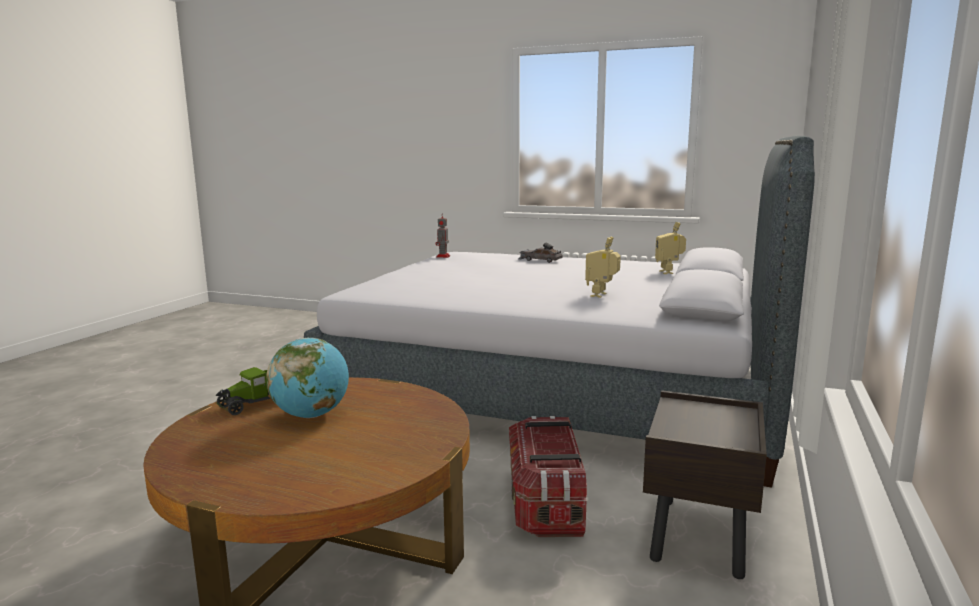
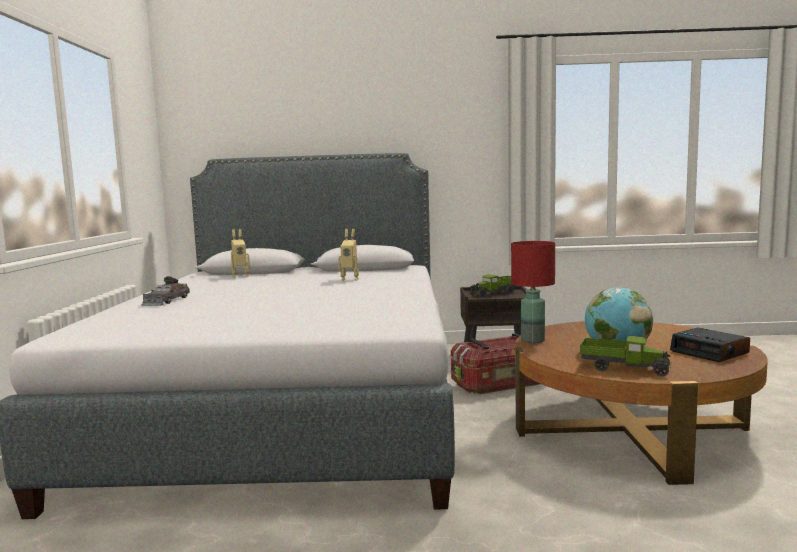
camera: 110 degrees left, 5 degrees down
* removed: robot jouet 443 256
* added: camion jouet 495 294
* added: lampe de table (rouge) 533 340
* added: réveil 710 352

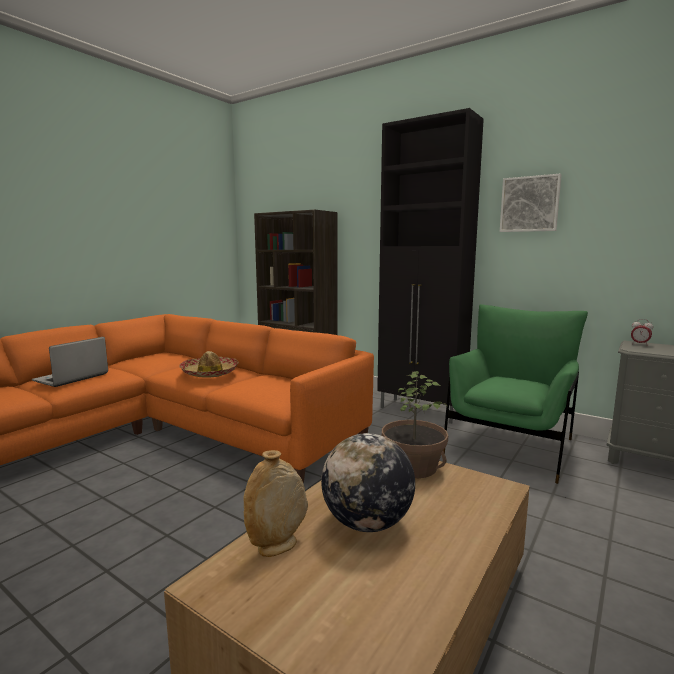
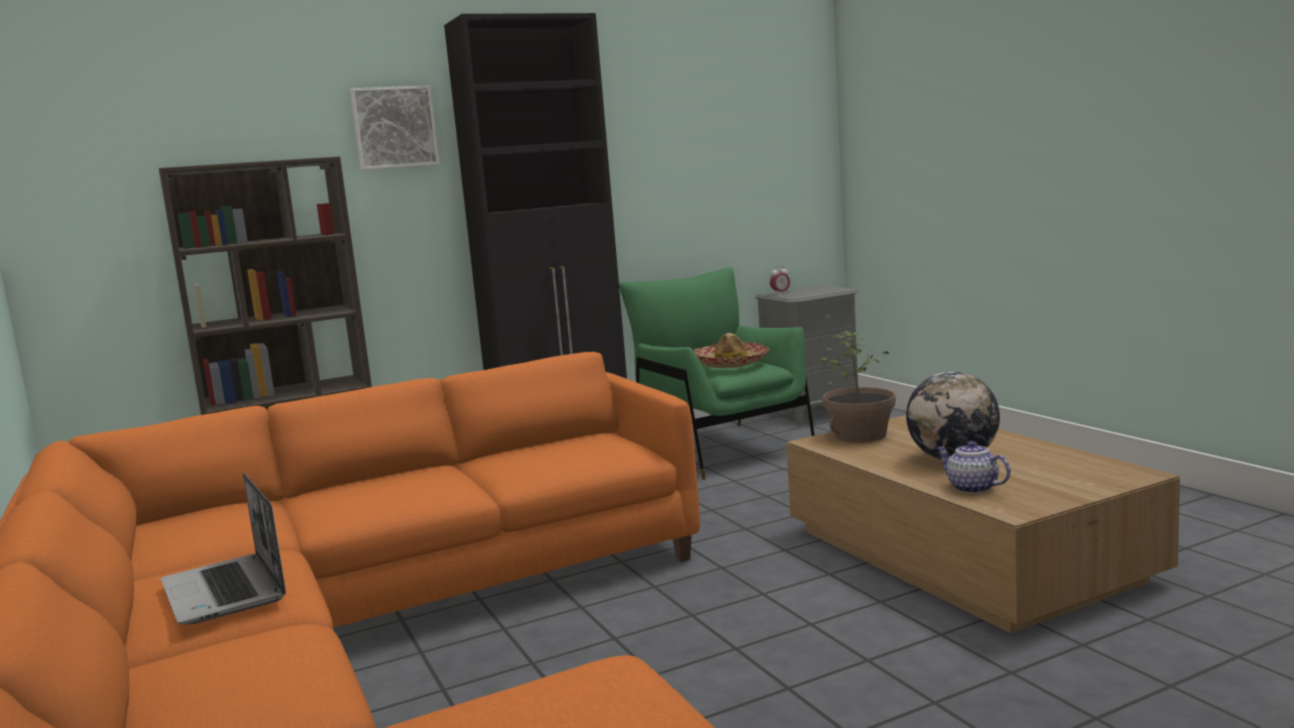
camera: 60 degrees left, 0 degrees up
* moved: chapeau 210 373 to 730 363
* replaced: vase (beige) 277 546 to théière 971 488
* moved: tableau 530 204 to 394 128

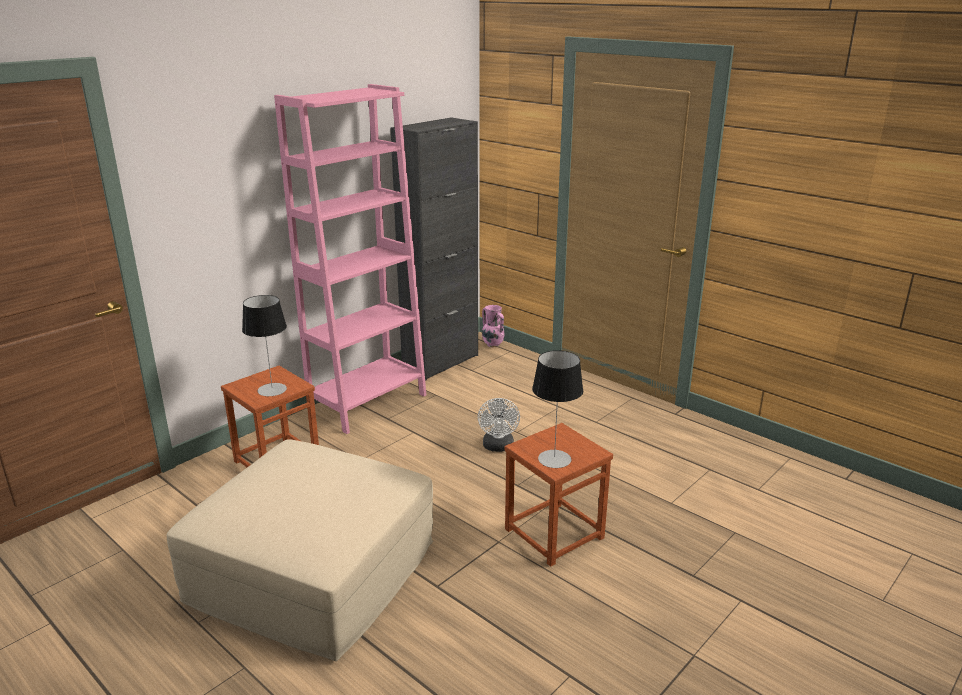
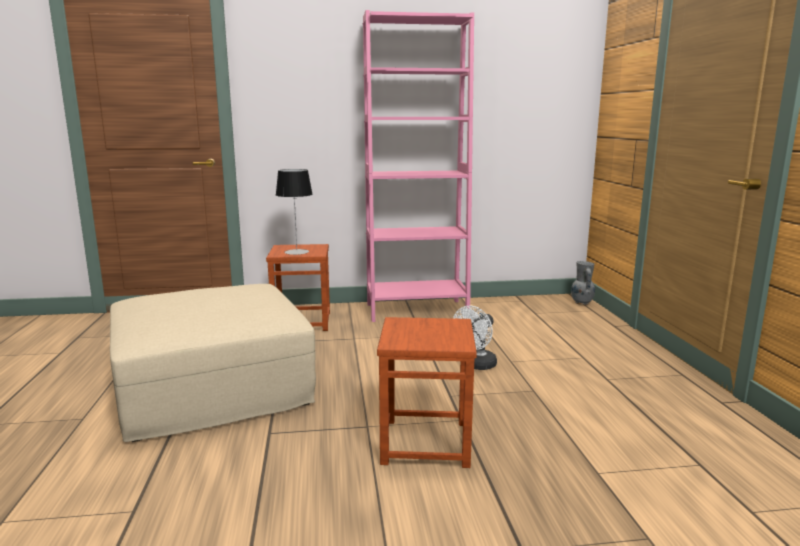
camera: 40 degrees right, 10 degrees down
* removed: meuble de rangement (noir) 440 362
* recoloured: vase (rose) 493 344 to vase (gris) 581 303
* removed: lampe de table 554 459

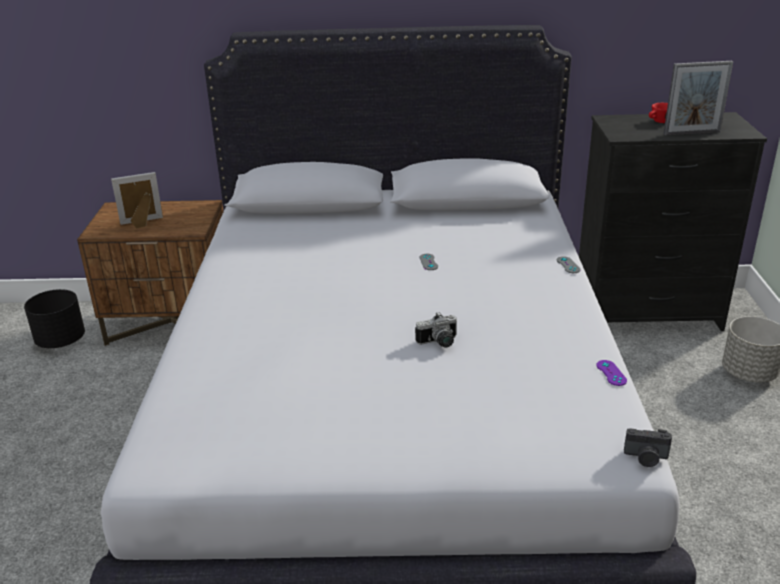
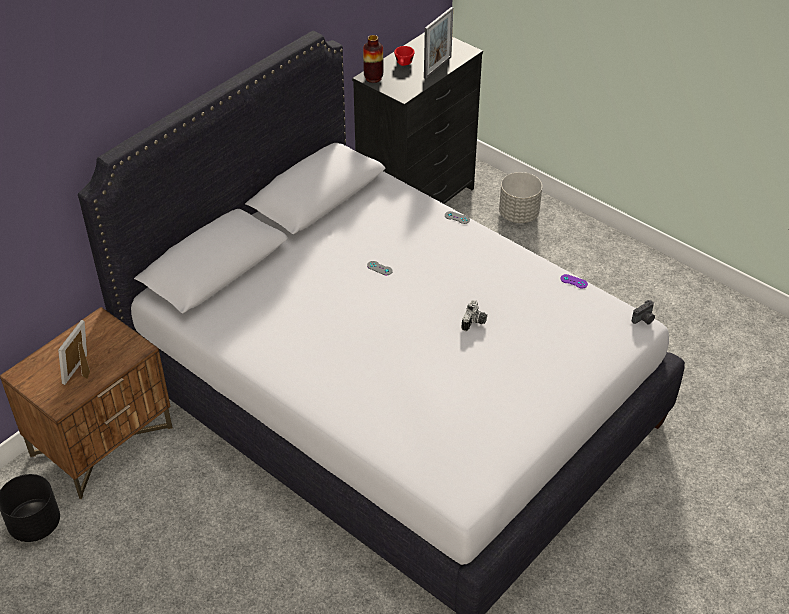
camera: 50 degrees left, 15 degrees up
* added: vase 373 78

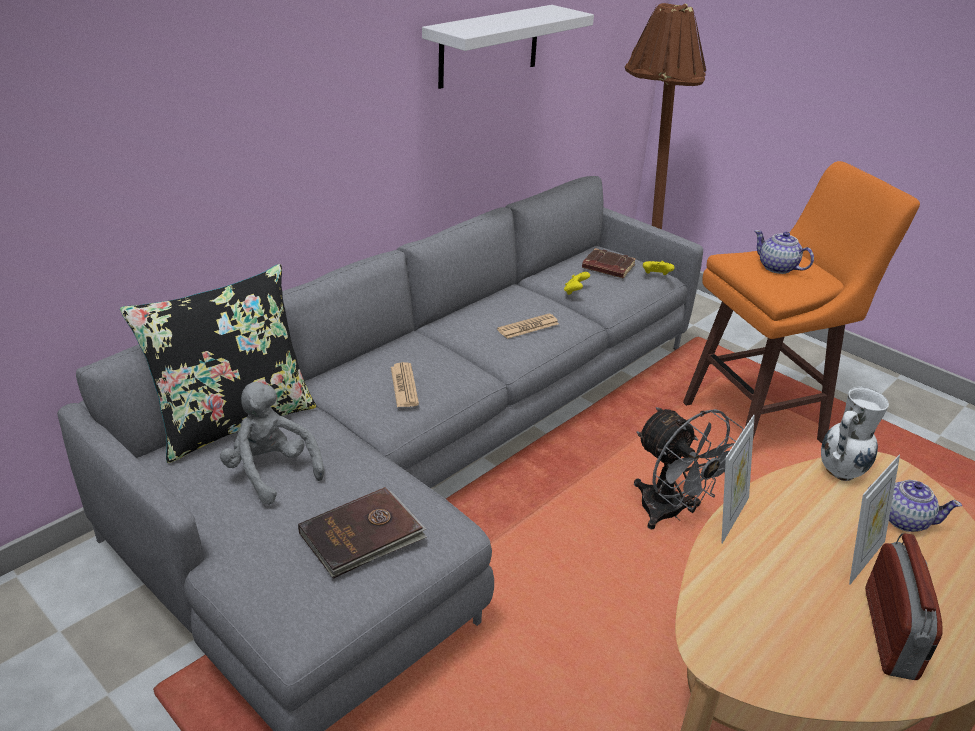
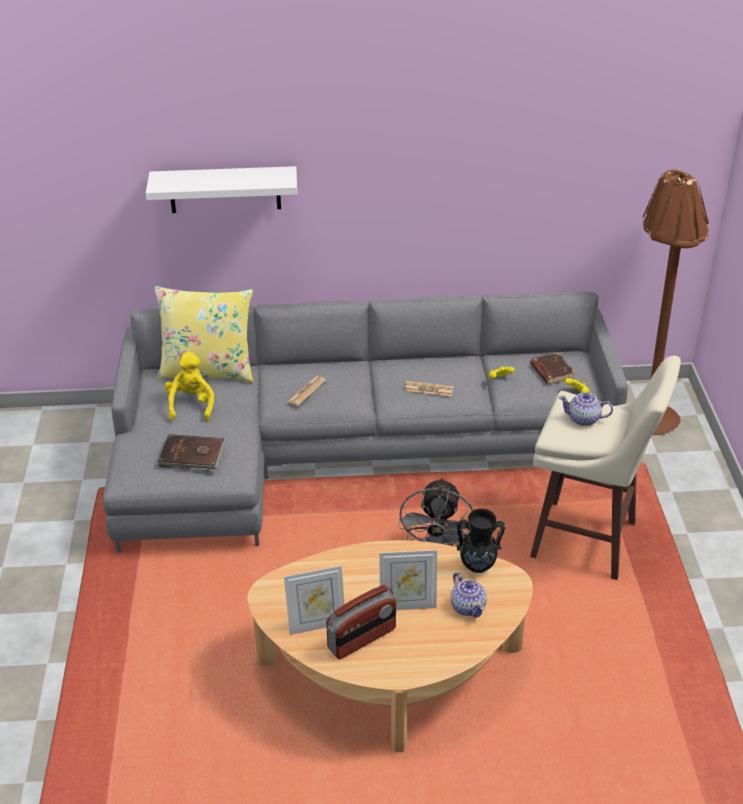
camera: 45 degrees right, 5 degrees up
* recoloured: coussin (noir) 233 420 to coussin (jaune) 208 370
* recoloured: peluche (gris) 270 472 to peluche (jaune) 191 405
* moved: étagère (blanc) 489 46 to 225 189
* recoloured: tabouret (orange) 757 422 to tabouret (beige) 587 541
* moved: cadre photo 727 516 to 316 624
* turned: théière 777 268 = 584 419 75 degrees counterclockwise
* recoloured: vase (blanc) 841 472 to vase (noir) 478 566

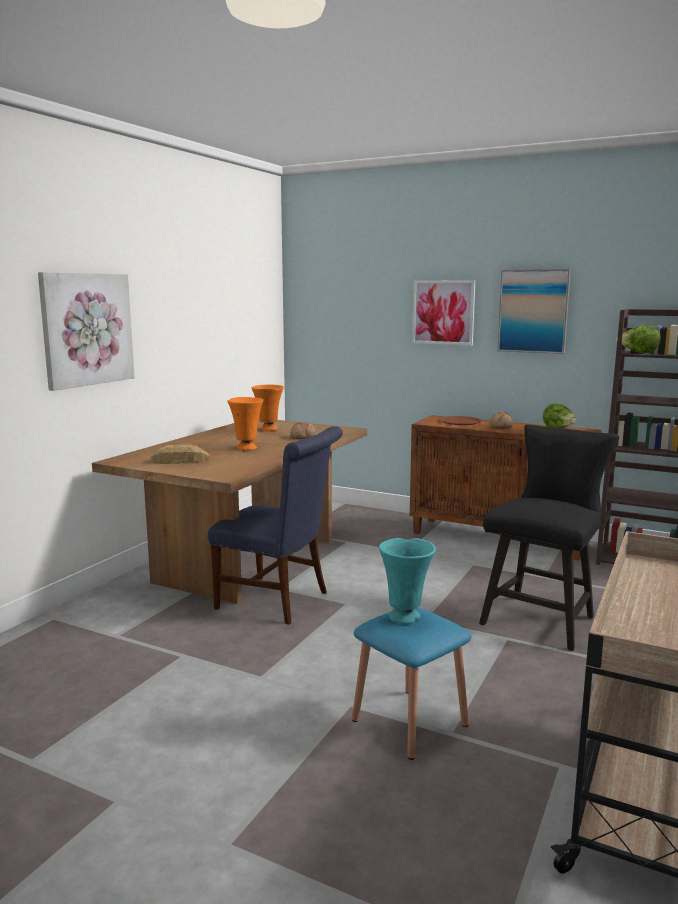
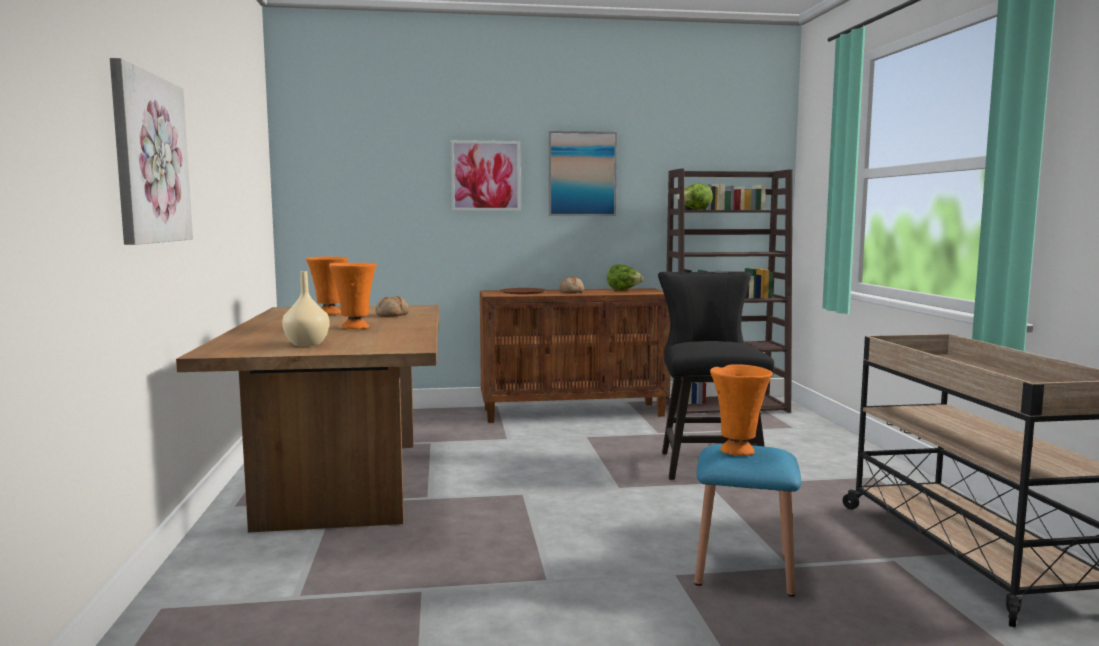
camera: 35 degrees left, 5 degrees down
* replaced: pain 180 461 to vase (beige) 307 344
* removed: chaise (bleu) 279 601
* recoloured: vase (turquoise) 406 617 to vase (orange) 738 450

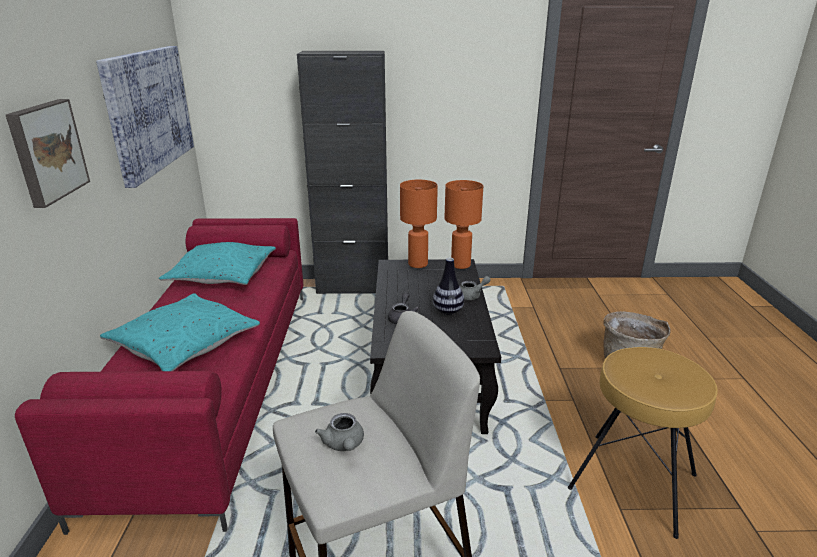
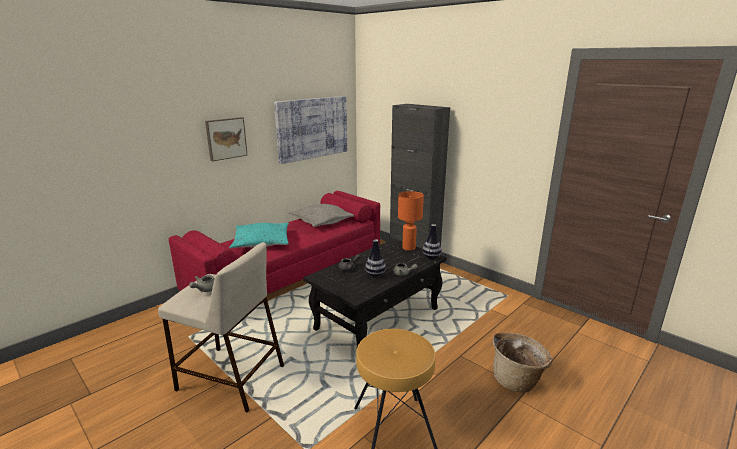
camera: 45 degrees right, 5 degrees down
* recoloured: coussin (turquoise) 223 274 to coussin (gris) 322 221
* replaced: lampe de table (orange) 461 265 to vase 431 257

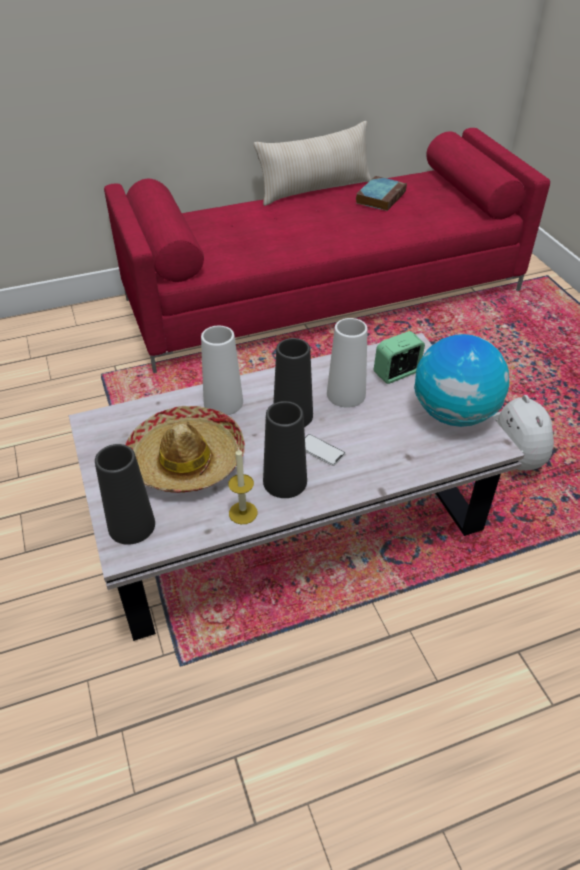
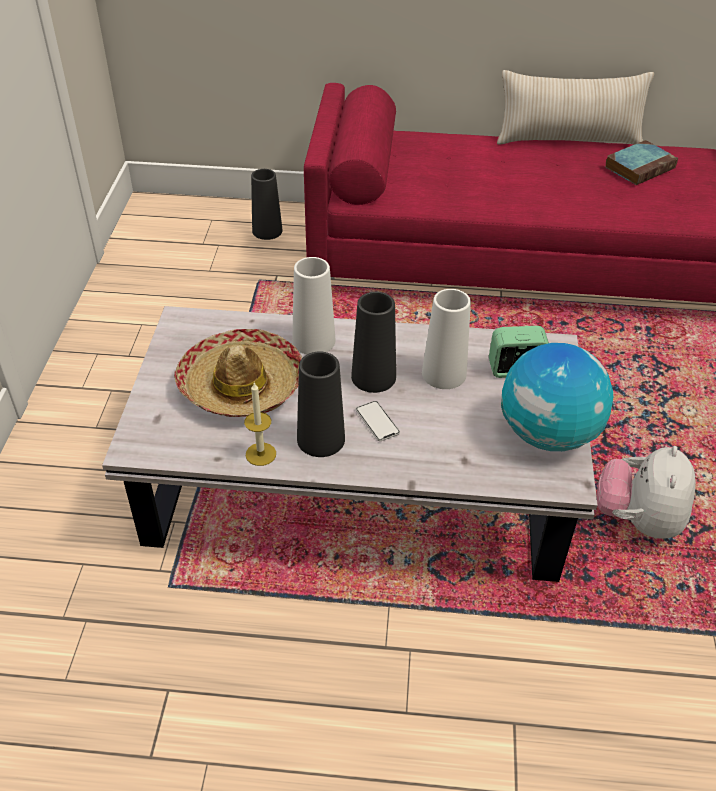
camera: 25 degrees right, 0 degrees up
* moved: vase (noir) 131 525 to 267 231

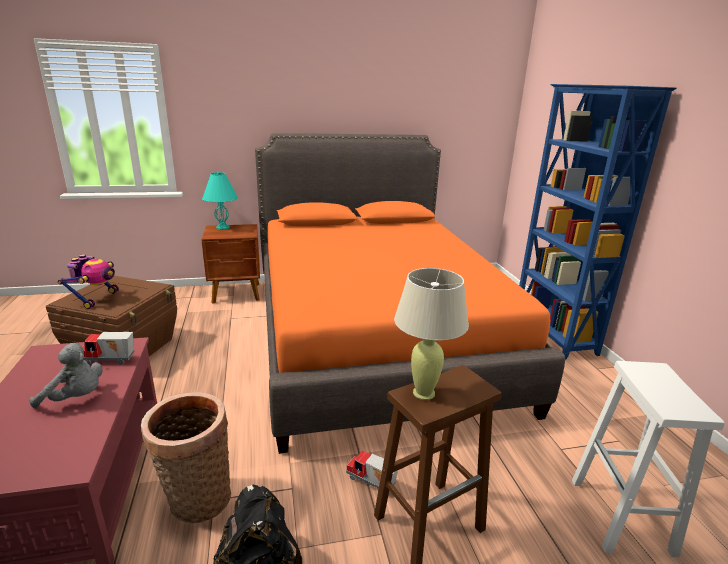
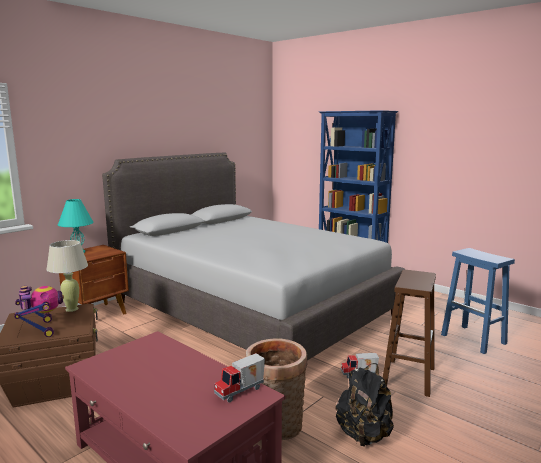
camera: 35 degrees left, 10 degrees down
* removed: peluche (gris) 76 398
* moved: camion jouet 108 361 to 241 392
* recoloured: lit (orange) 374 336 to lit (gris) 252 308
* moved: lampe de table (beige) 424 393 to 72 309
* recoloured: tabouret (blanc) 622 517 to tabouret (bleu) 474 339

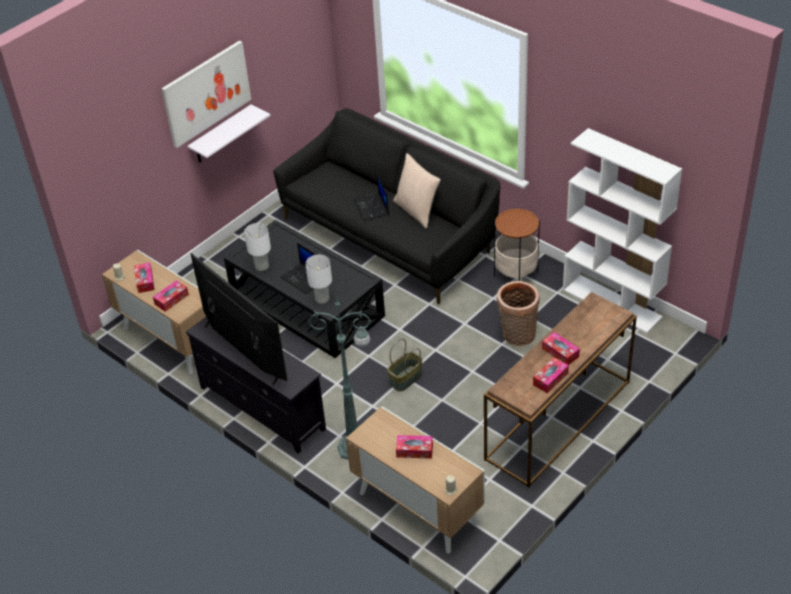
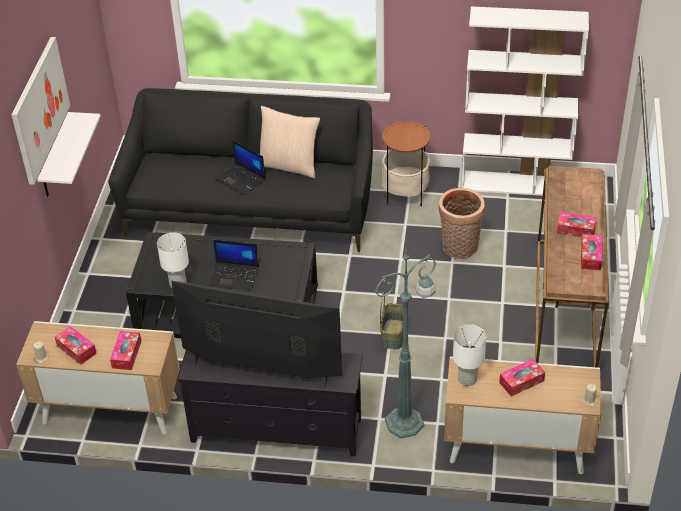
camera: 35 degrees left, 0 degrees up
* moved: lampe de table (blanc) 322 298 to 468 379

